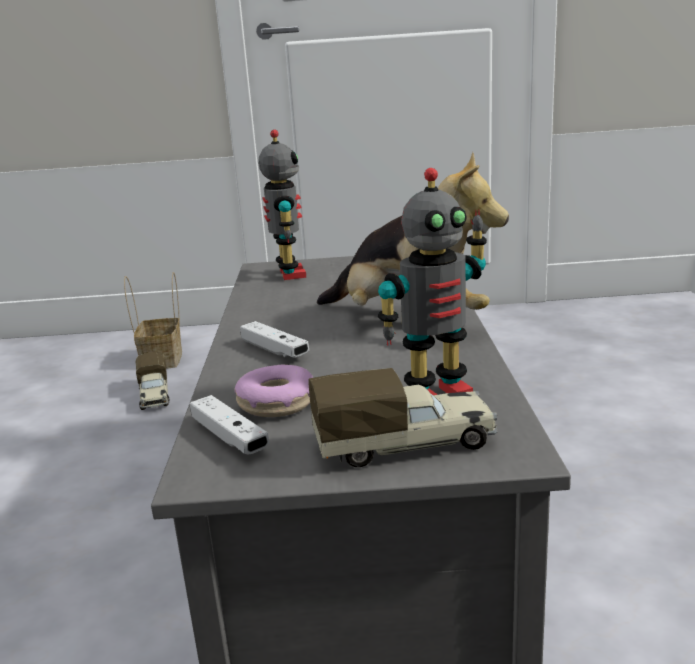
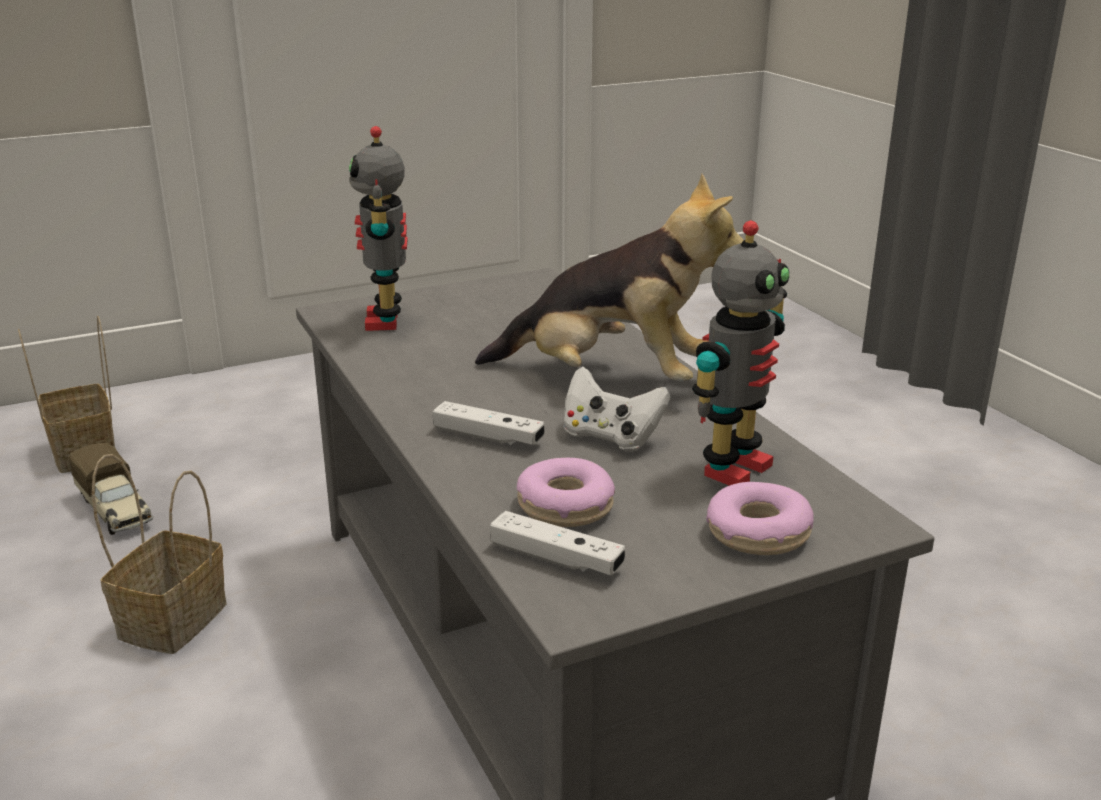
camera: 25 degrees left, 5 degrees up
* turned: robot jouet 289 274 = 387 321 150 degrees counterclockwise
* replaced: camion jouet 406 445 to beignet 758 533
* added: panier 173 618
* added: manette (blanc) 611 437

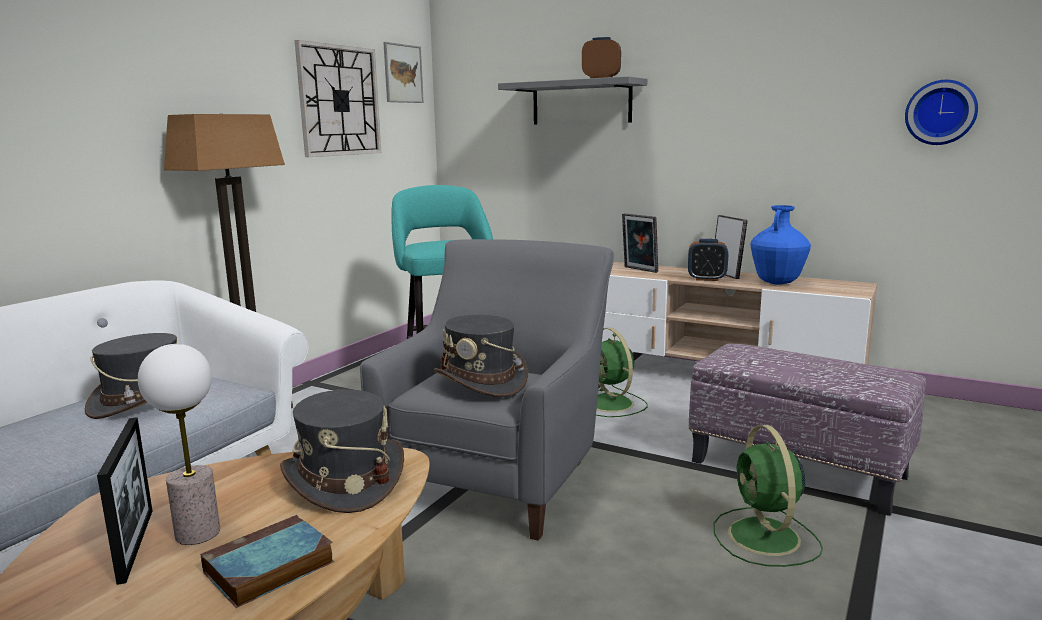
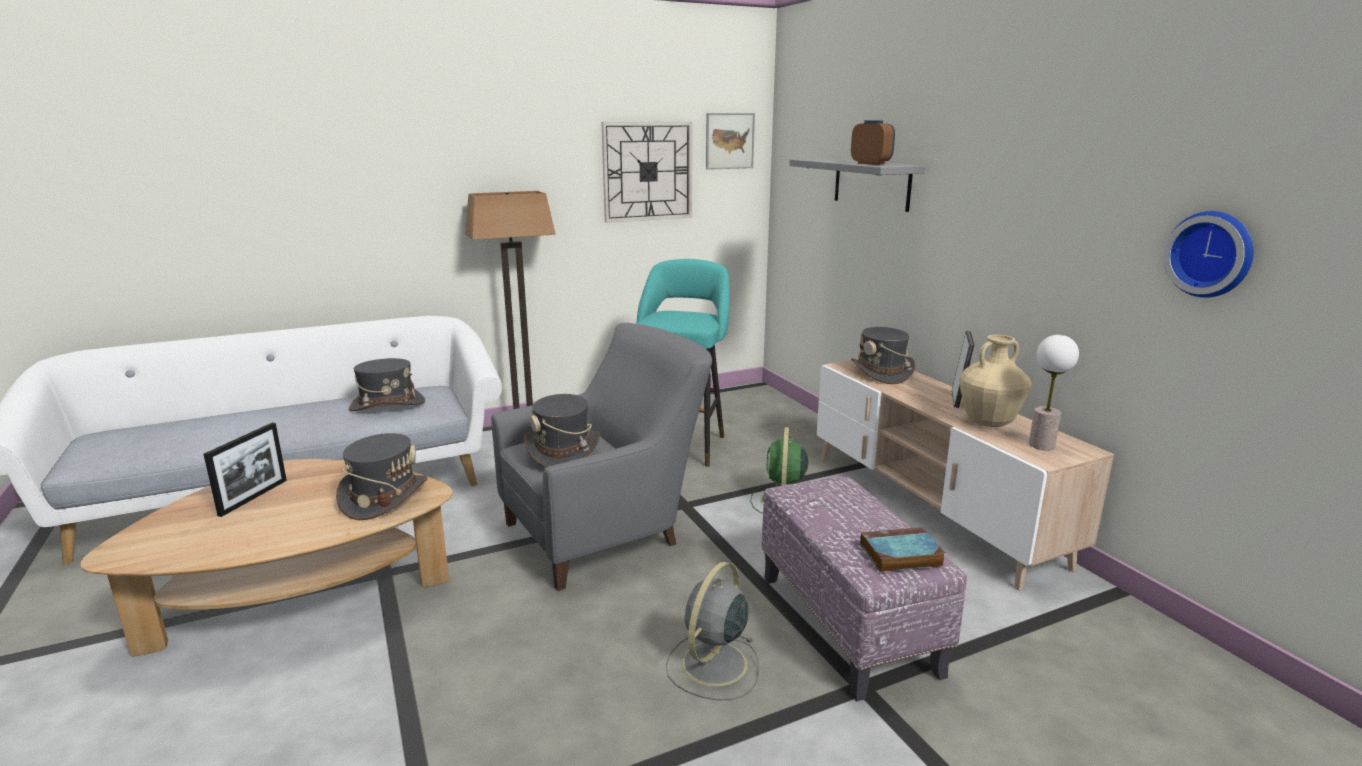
camera: 35 degrees right, 5 degrees up
* moved: lampe de table 197 533 to 1041 445
* moved: livre 267 569 to 899 555
* replaced: cadre photo 639 270 to chapeau (gris) 882 373
* removed: réveil 706 279
* recoloured: ventilateur (vert) 765 538 to ventilateur (gris) 713 665
* recoloured: vase (bleu) 777 283 to vase (beige) 988 423

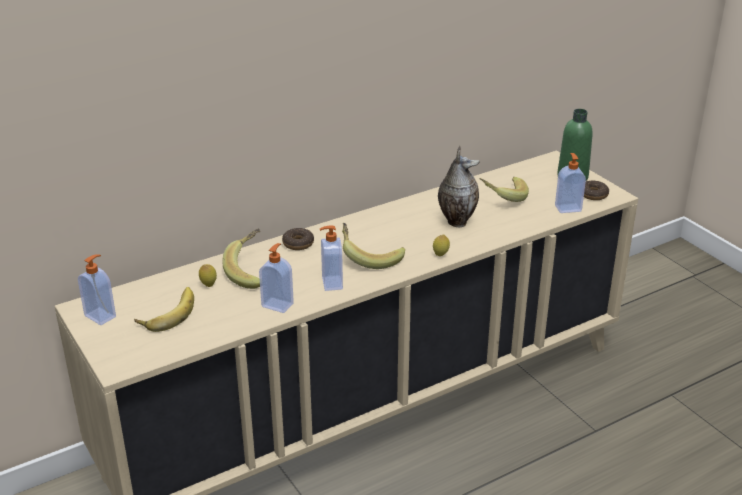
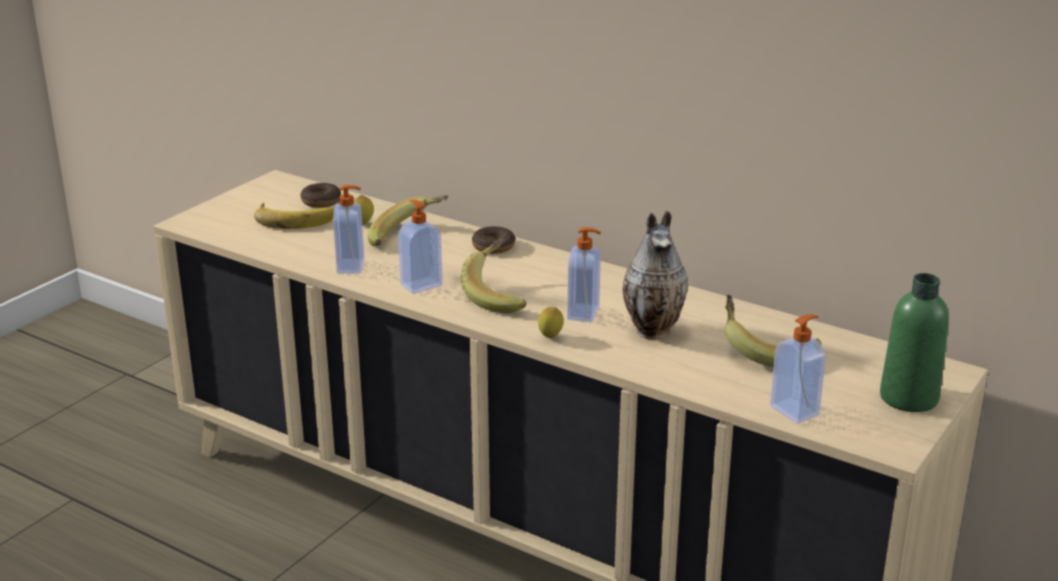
camera: 65 degrees right, 5 degrees down
* moved: distributeur de savon 101 316 to 584 313
* moved: beignet 593 194 to 321 201

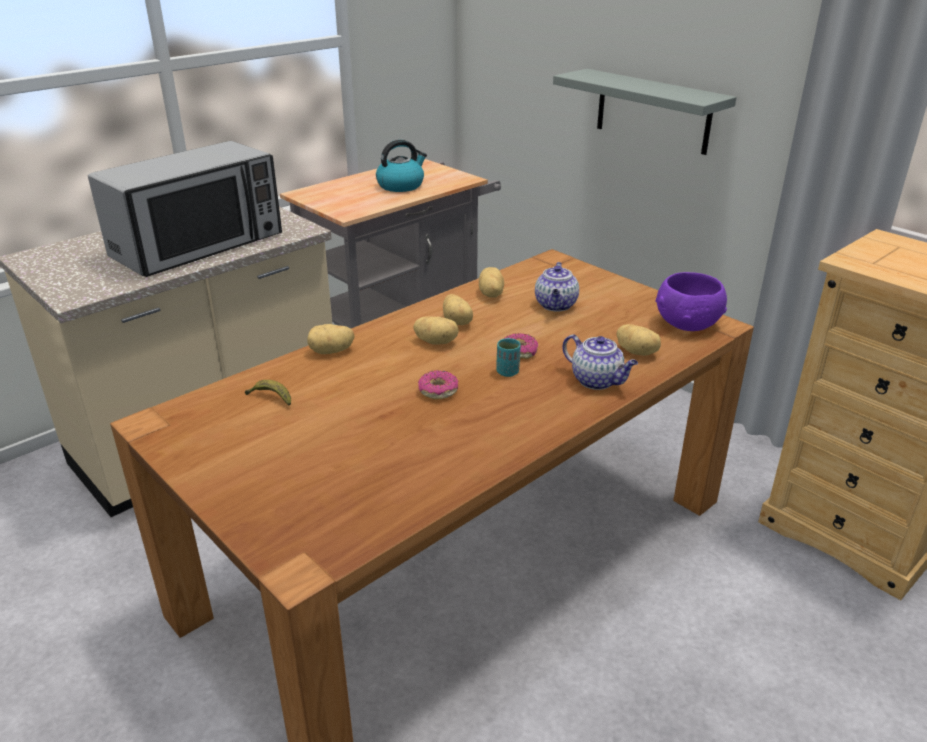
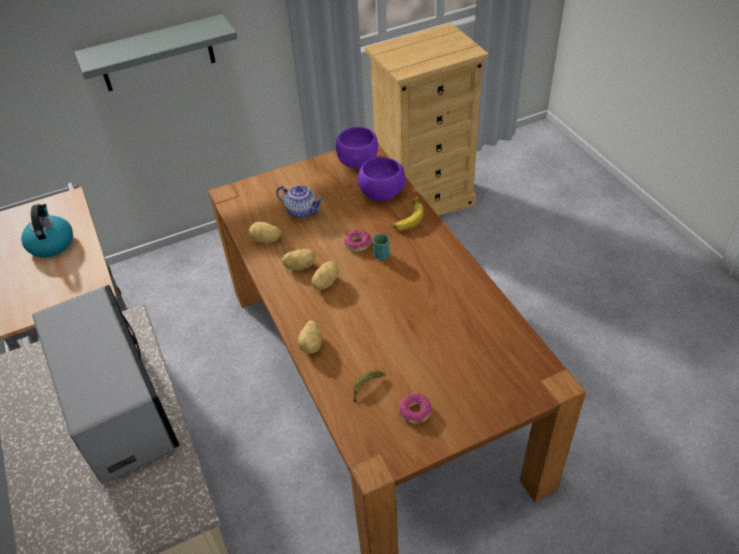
camera: 70 degrees left, 15 degrees up
* moved: beignet 438 391 to 415 412
* replaced: théière 597 381 to banane 408 218
* replaced: pomme de terre 637 352 to bol (violet) 382 192

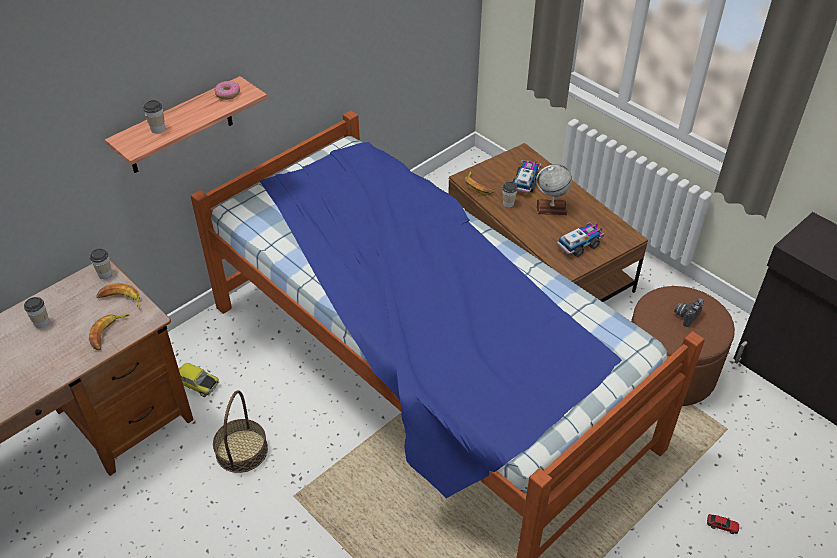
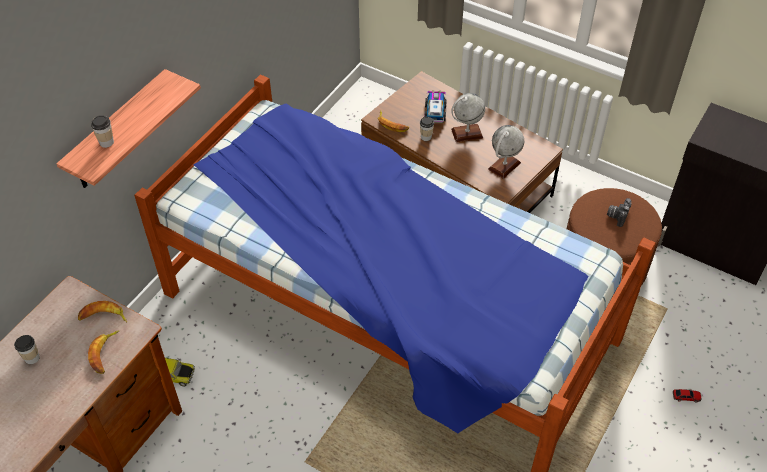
camera: 15 degrees left, 5 degrees up
* removed: tasse 105 274
* removed: panier 242 450
* removed: beignet 228 94
* replaced: camion jouet 580 245 to globe 504 166

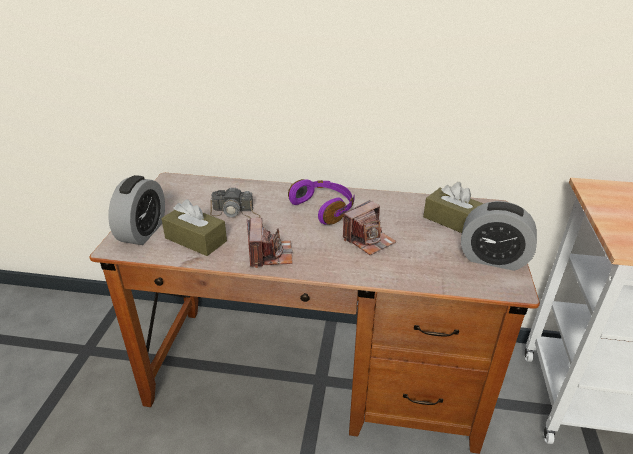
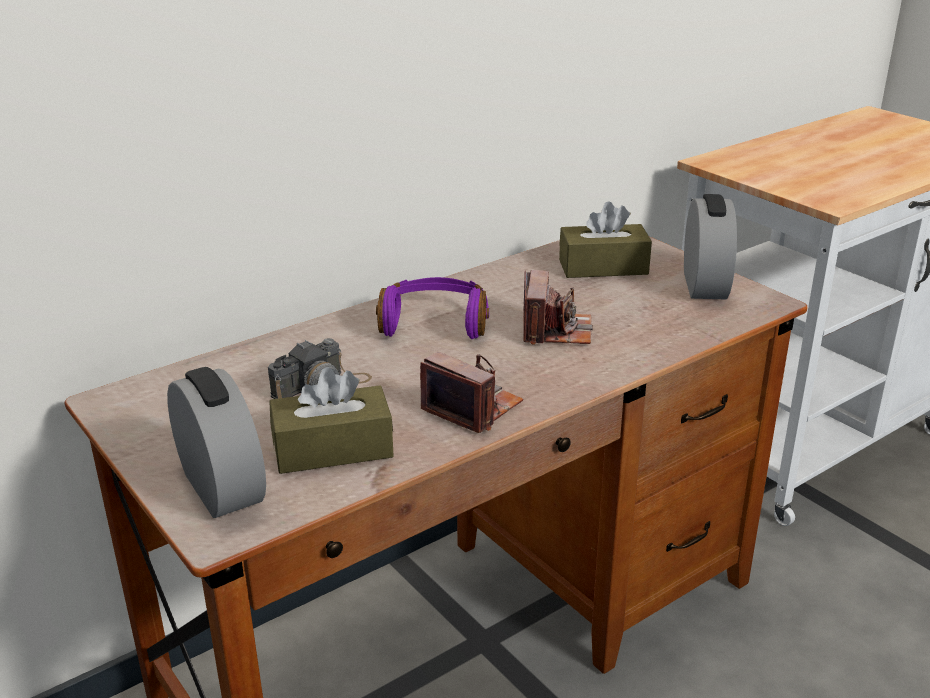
camera: 45 degrees left, 5 degrees down
* turned: réveil 492 259 = 704 285 60 degrees counterclockwise

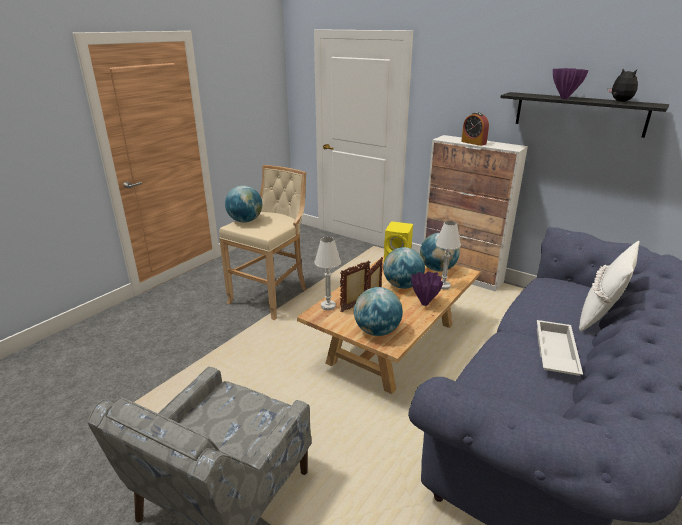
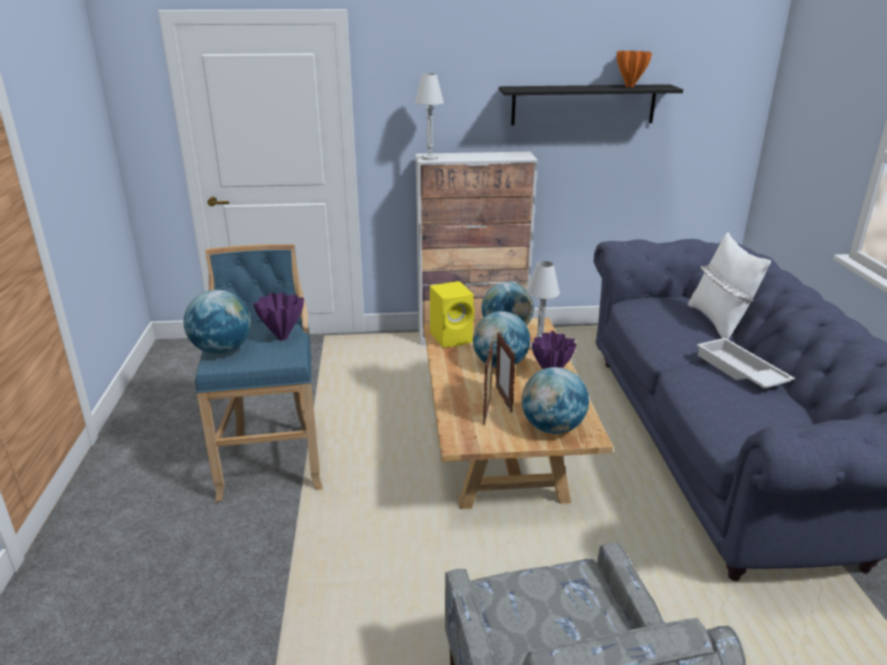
camera: 40 degrees left, 0 degrees up
* recoloured: tabouret (beige) 272 296 to tabouret (bleu) 272 459
* moved: lampe de table (blanc) 328 306 to 429 158
* removed: réveil 473 143
* moved: vase (violet) 563 98 to 281 338
* replaced: peluche 619 101 to vase (orange) 630 86

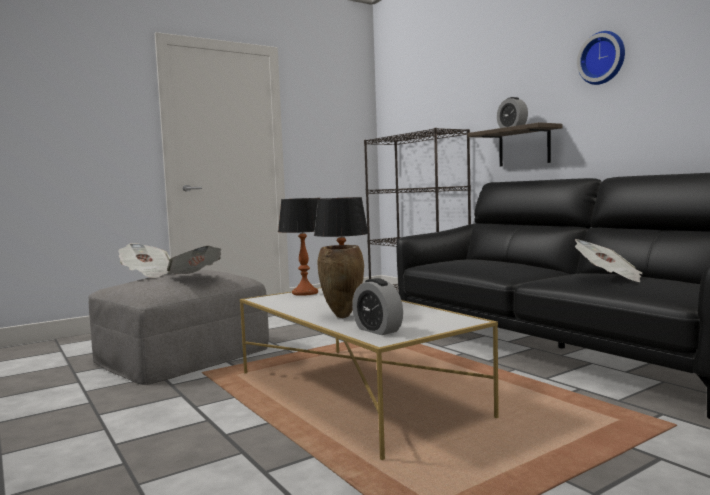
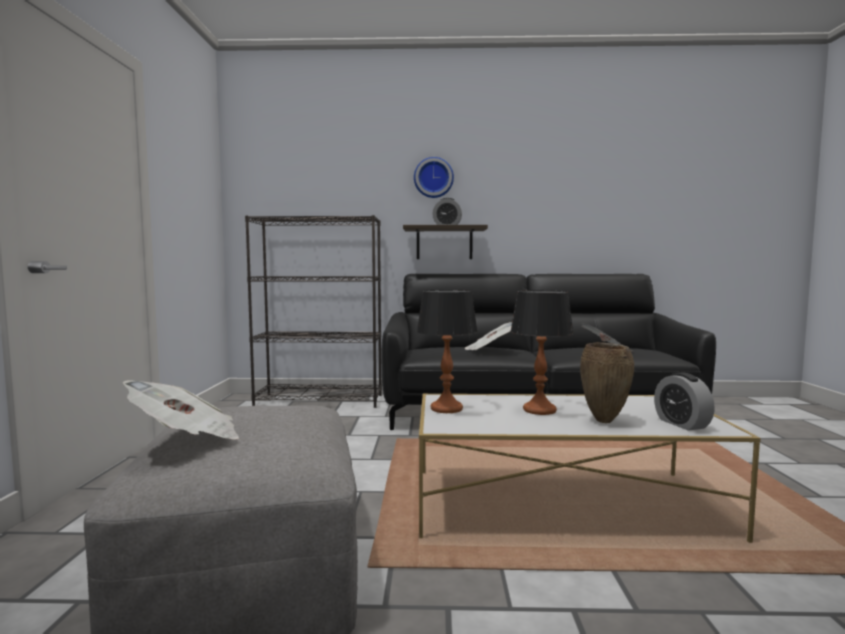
camera: 55 degrees left, 0 degrees up
* moved: journal 195 276 to 489 350
* turned: réveil 377 330 = 681 424 75 degrees clockwise
* moved: horloge murale 603 58 to 433 178

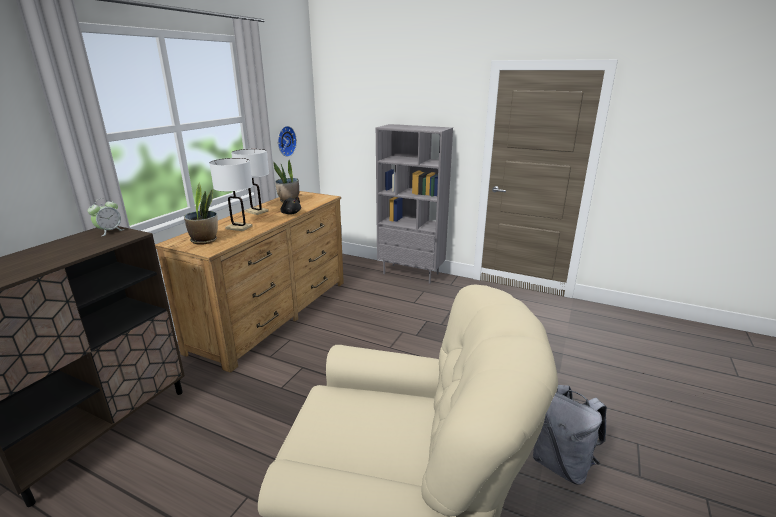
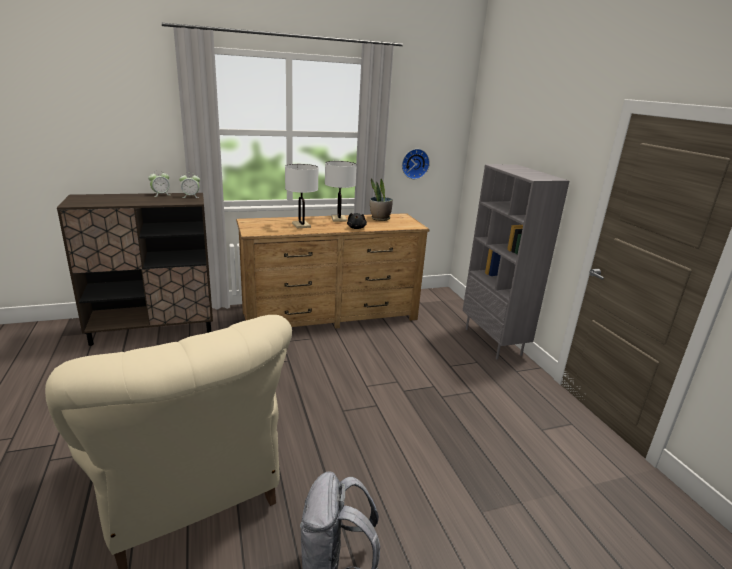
camera: 45 degrees right, 0 degrees up
* removed: plante en pot 205 240
* added: réveil 161 195

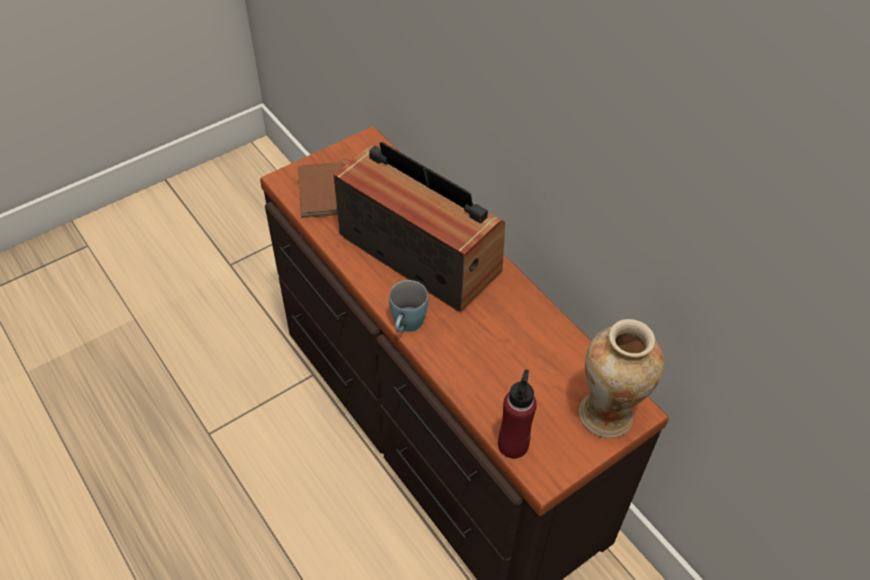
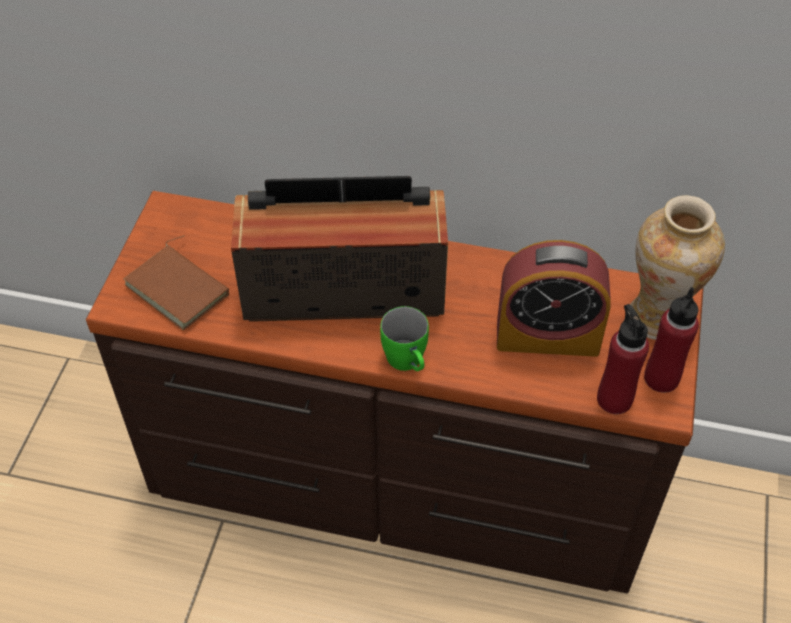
camera: 40 degrees left, 0 degrees up
* recoloured: mug (bleu) 406 326 to mug (vert) 408 363
* added: réveil 547 336
* added: bouteille (rouge) 661 378

